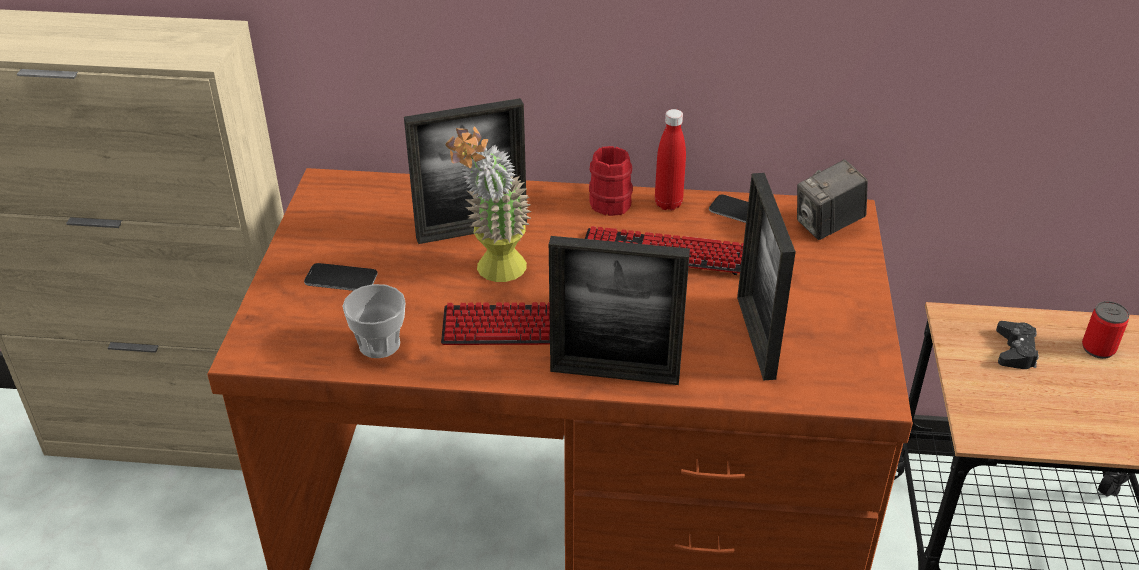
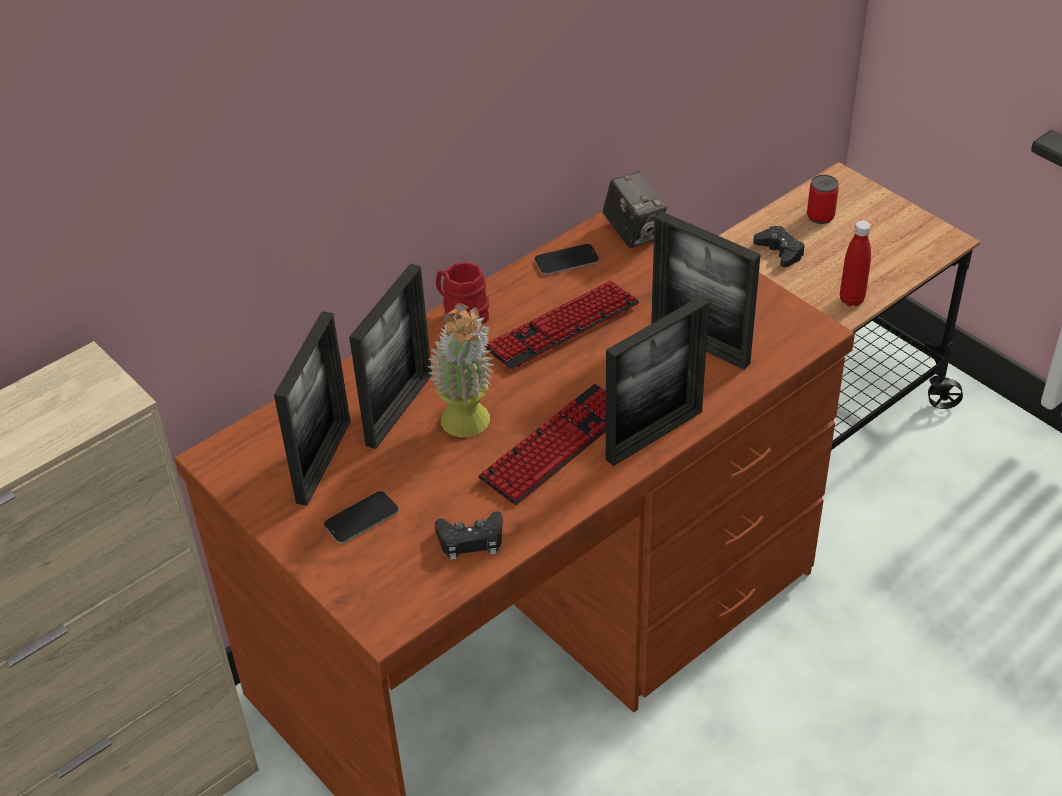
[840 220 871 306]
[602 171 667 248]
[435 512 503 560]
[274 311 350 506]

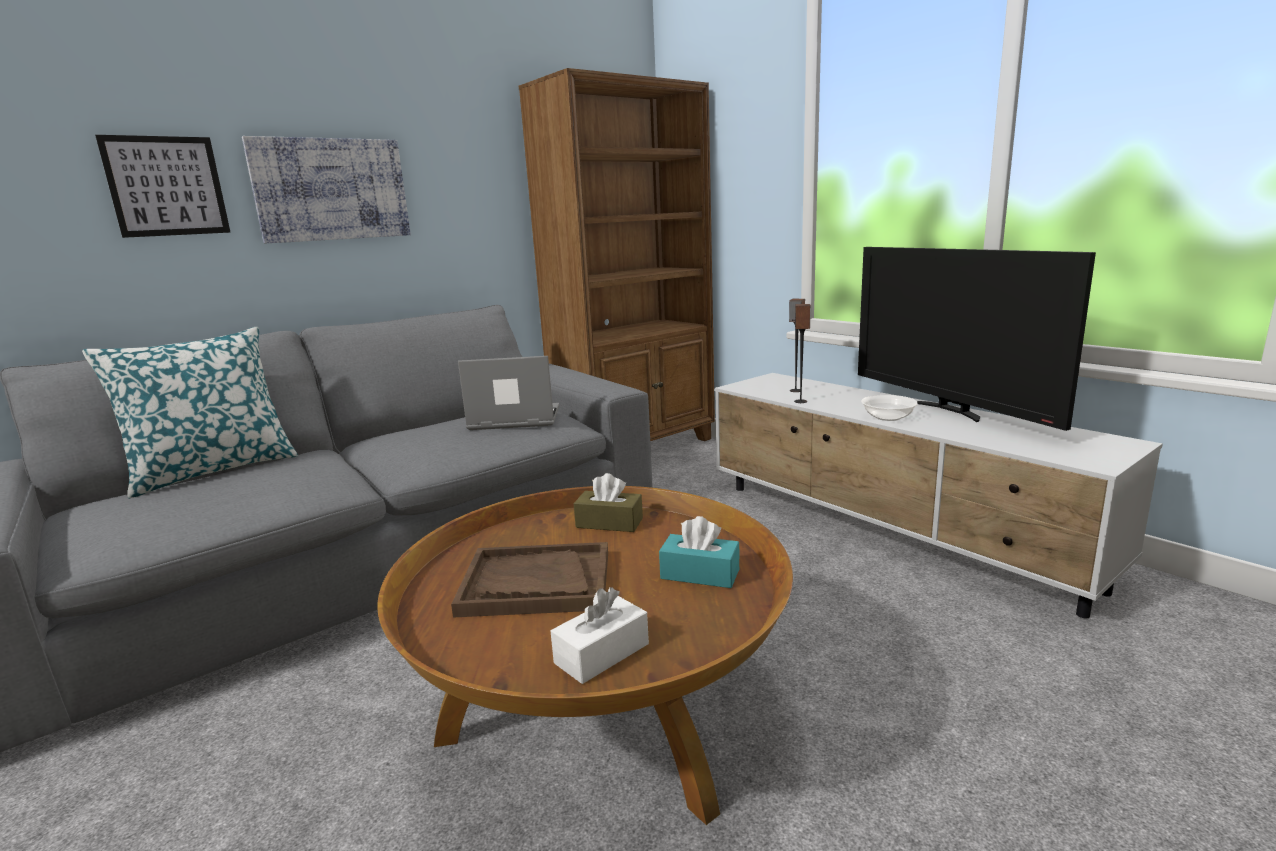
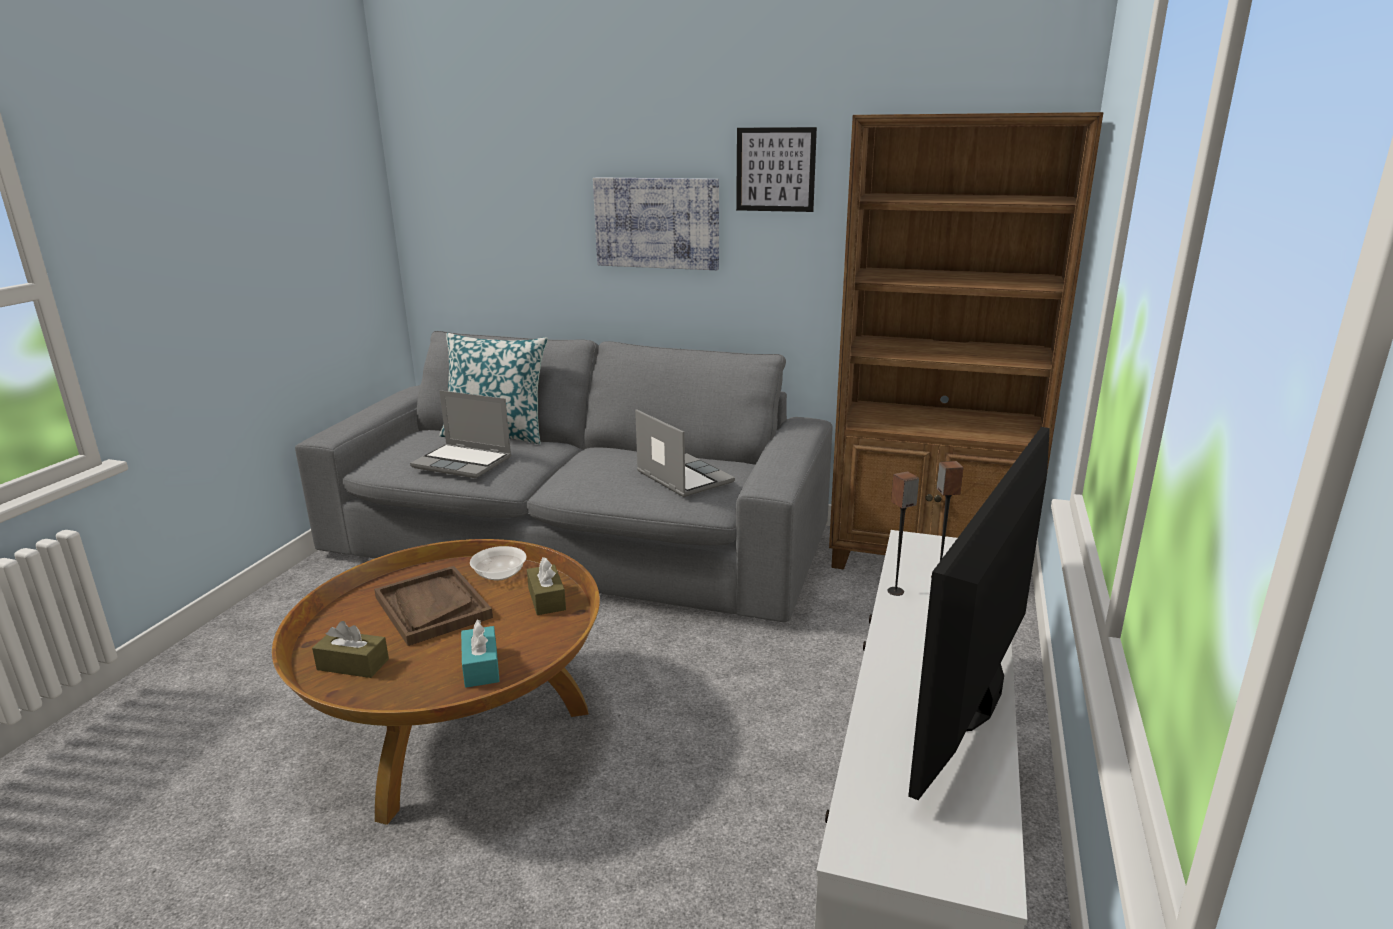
[736 127 817 212]
[470 546 527 581]
[312 621 389 678]
[410 390 512 478]

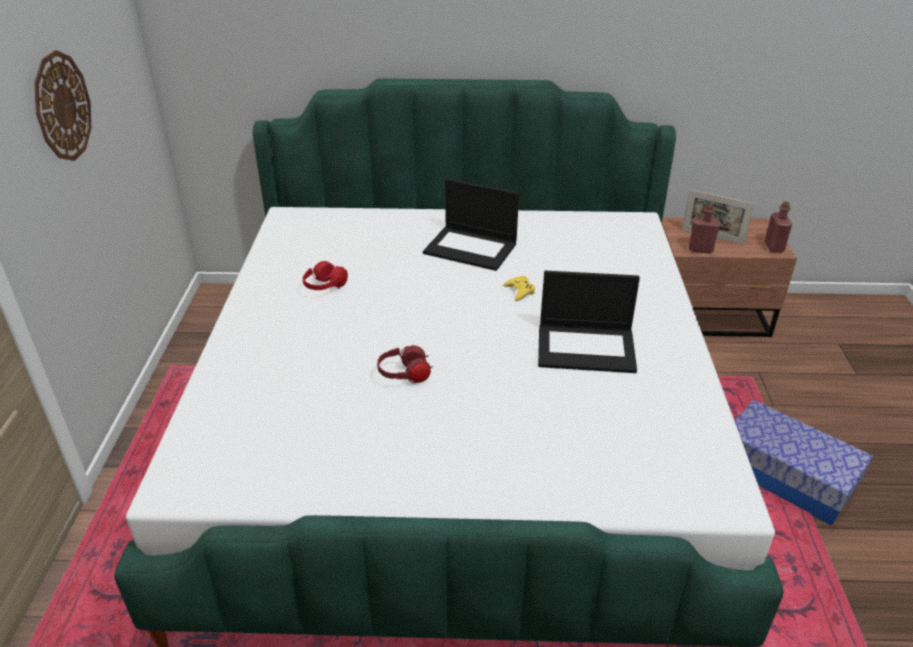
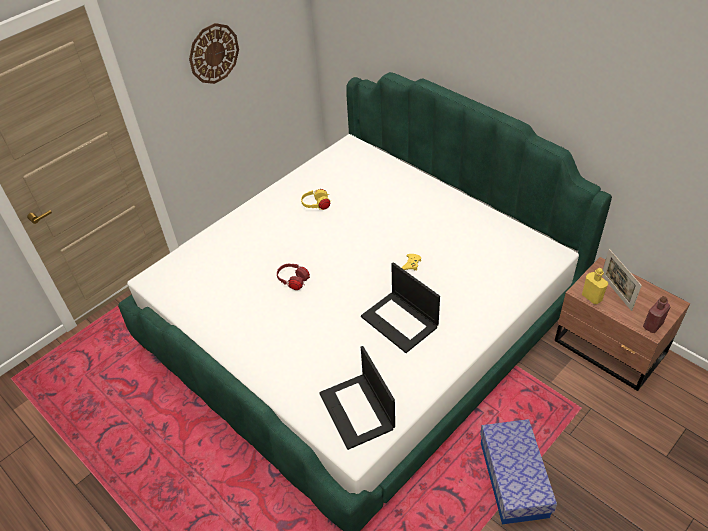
[319 346 395 450]
[582 268 608 304]
[301 189 332 210]

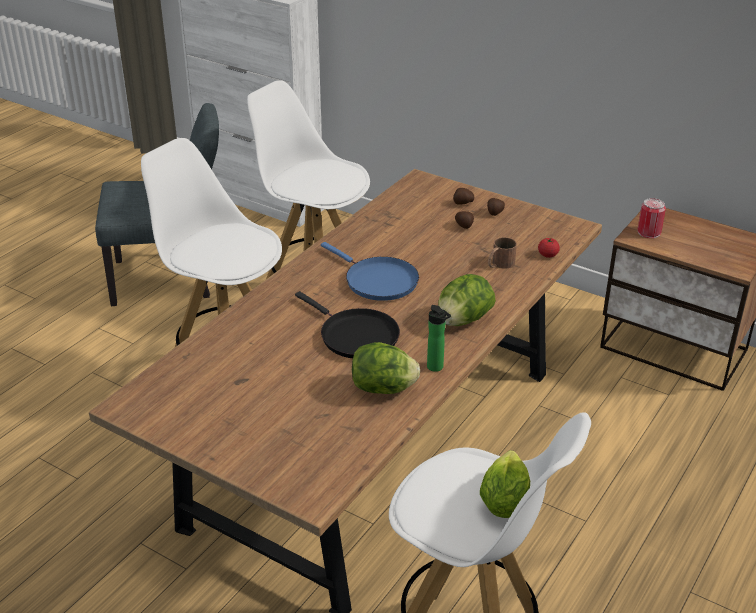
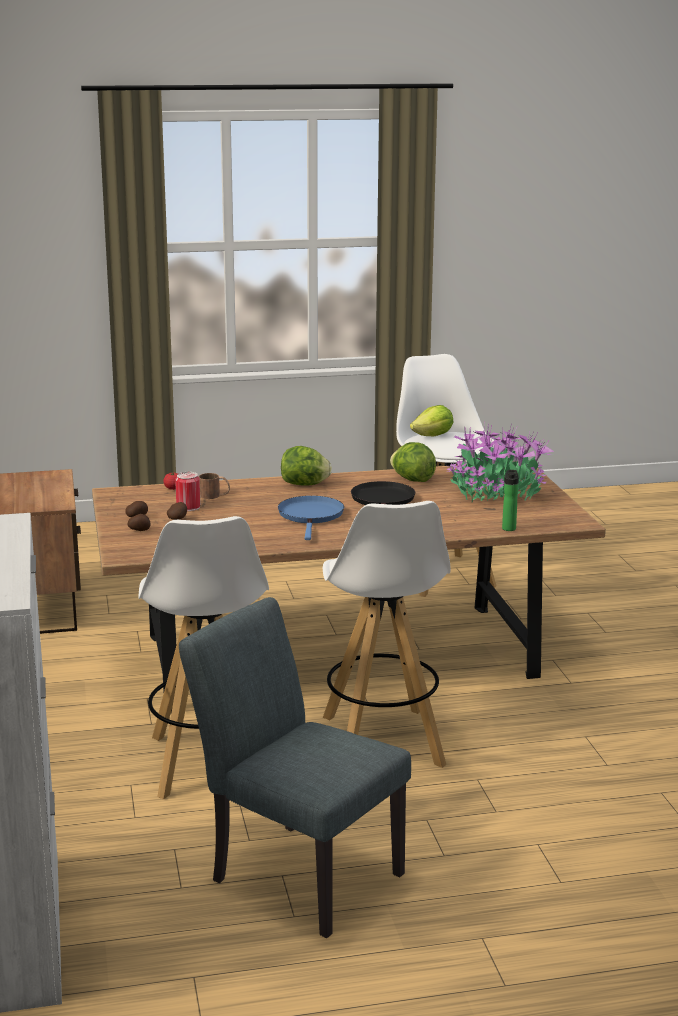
[175 472 200 511]
[502 470 519 531]
[446 423 554 502]

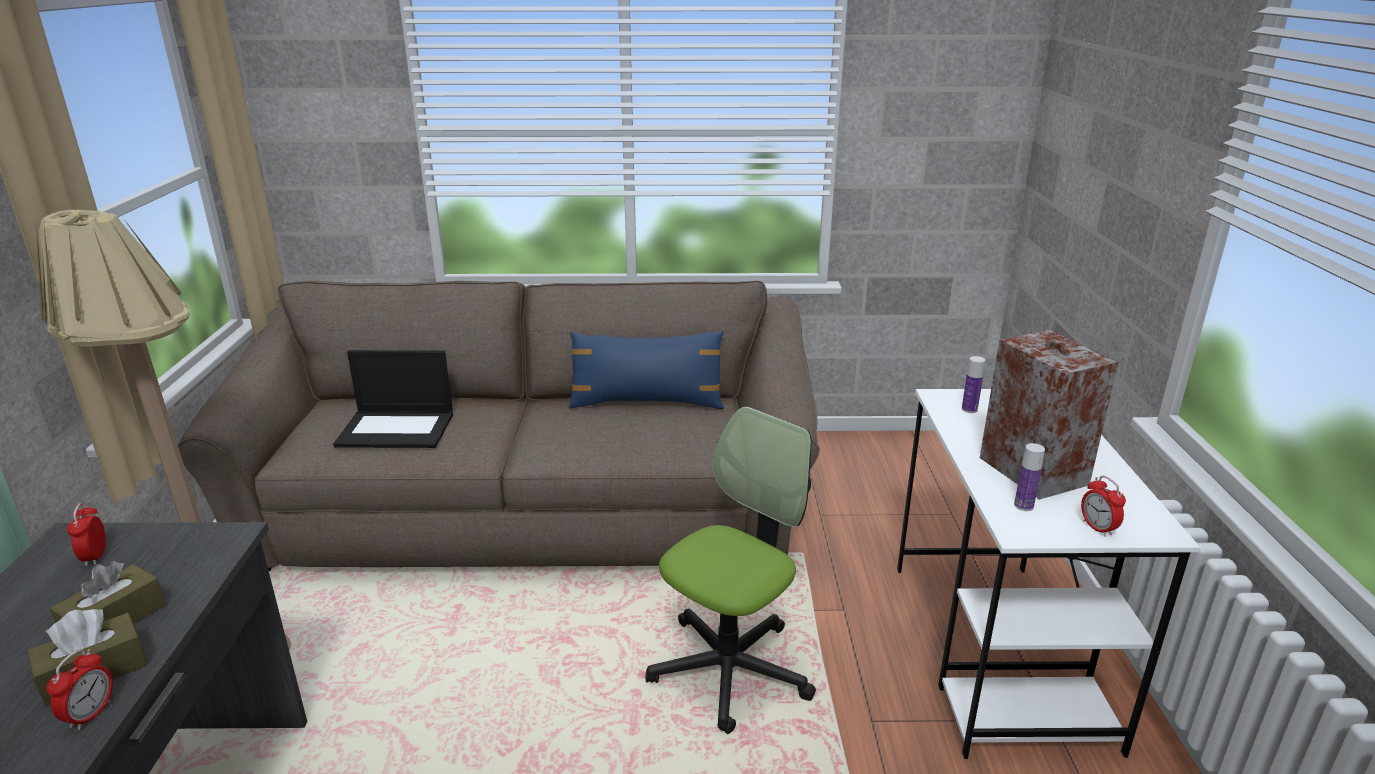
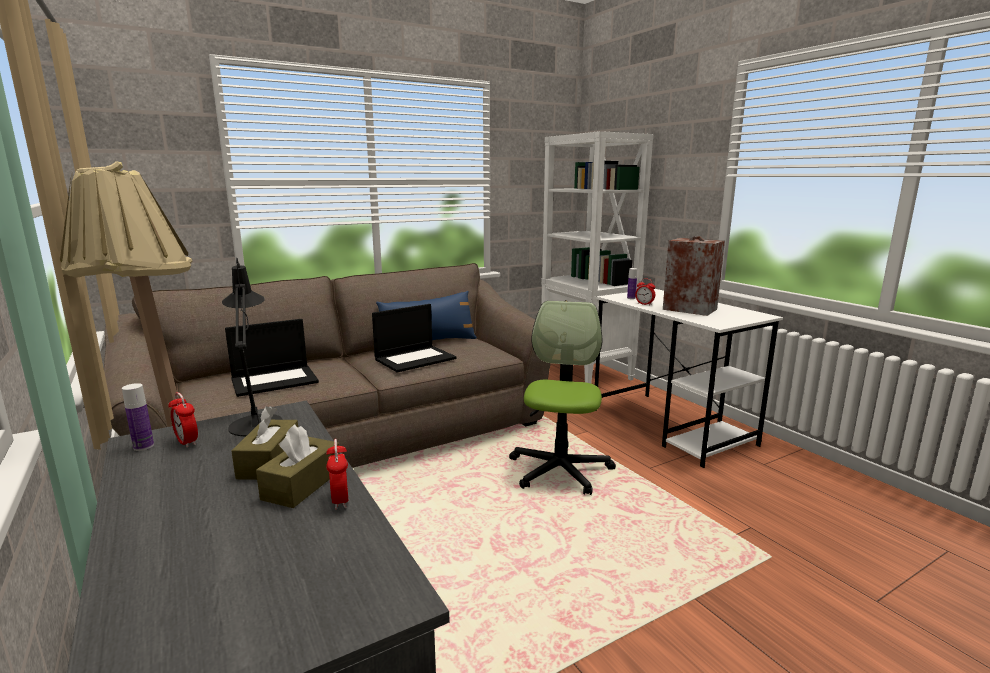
[122 383 154 451]
[635 278 655 305]
[541 131 653 383]
[222 258 283 436]
[372 304 457 373]

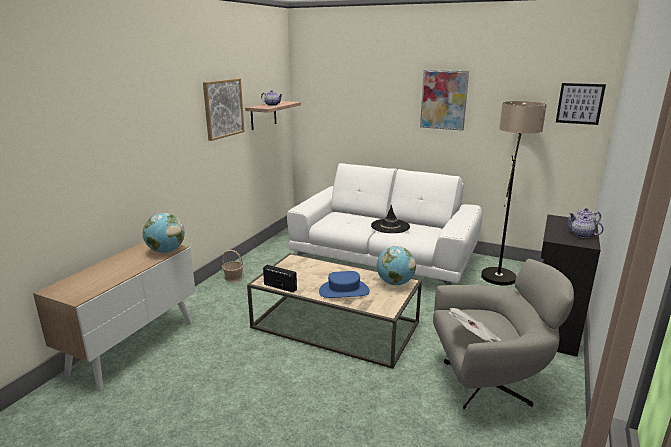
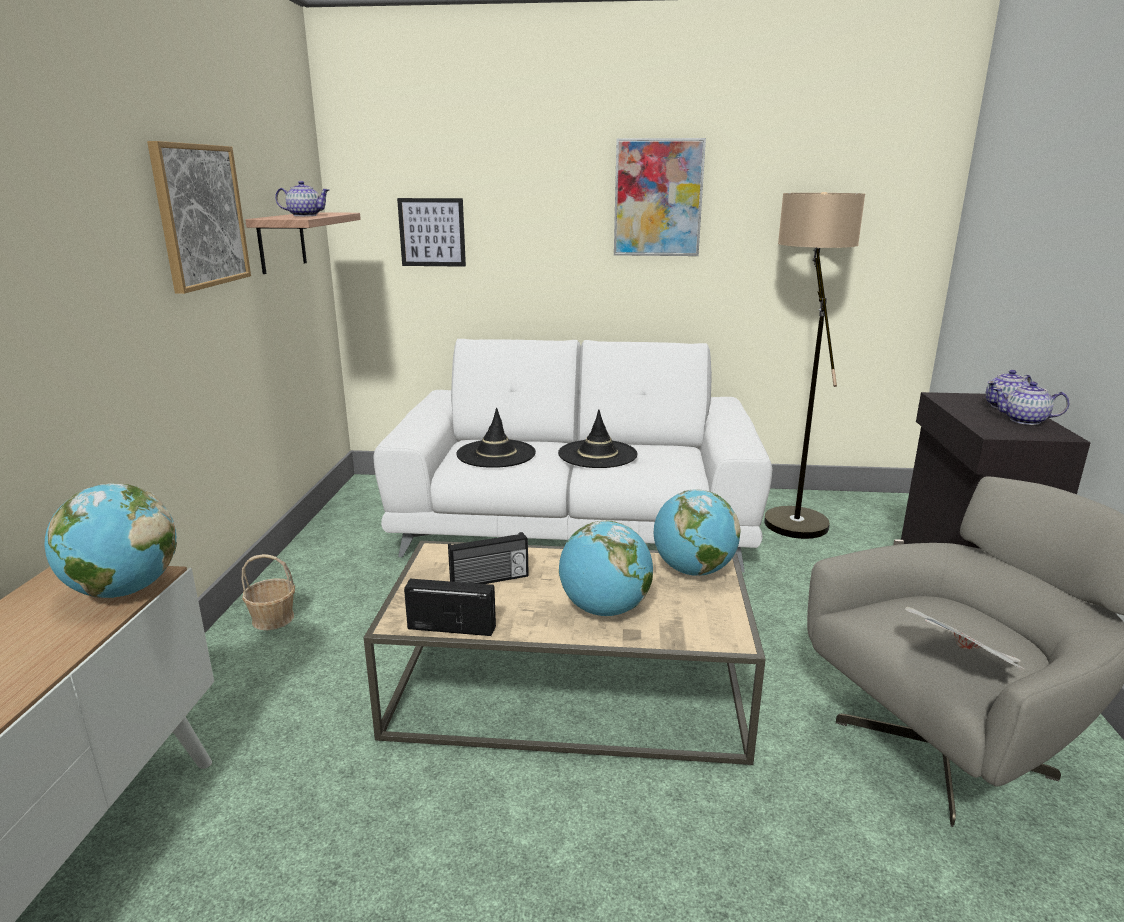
[397 198 466 267]
[559 521 653 616]
[456 407 536 468]
[448 532 529 584]

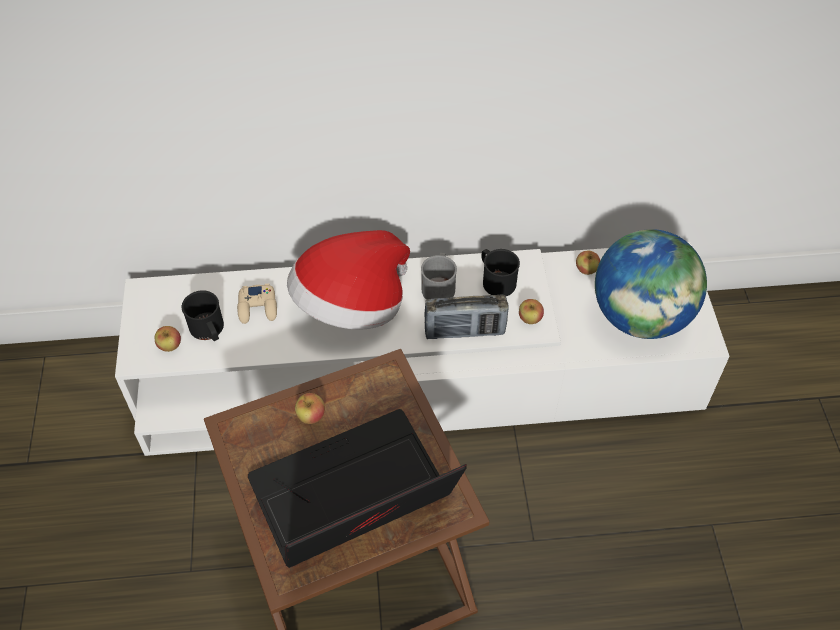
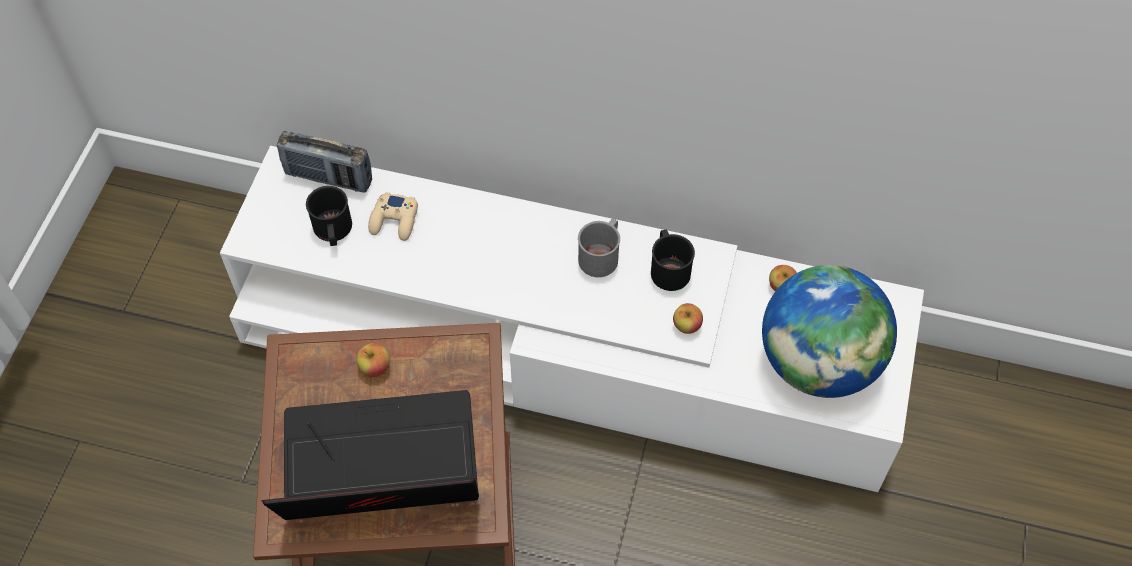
[287 230 410 330] (first image)
[277 131 372 193]
[155 326 181 352] (first image)

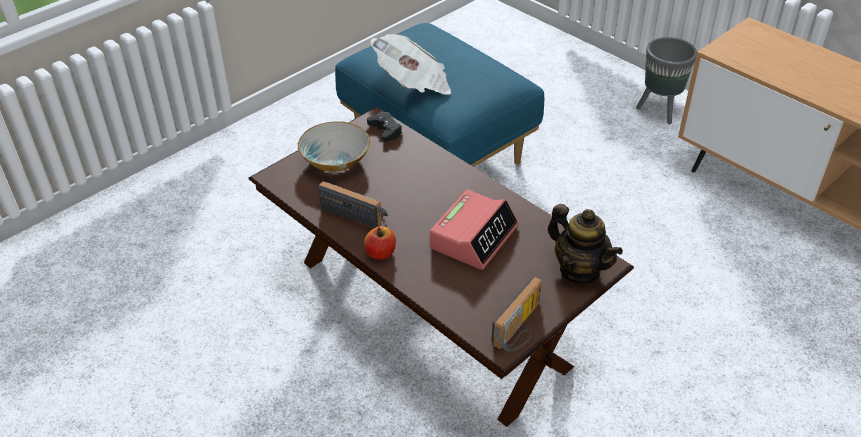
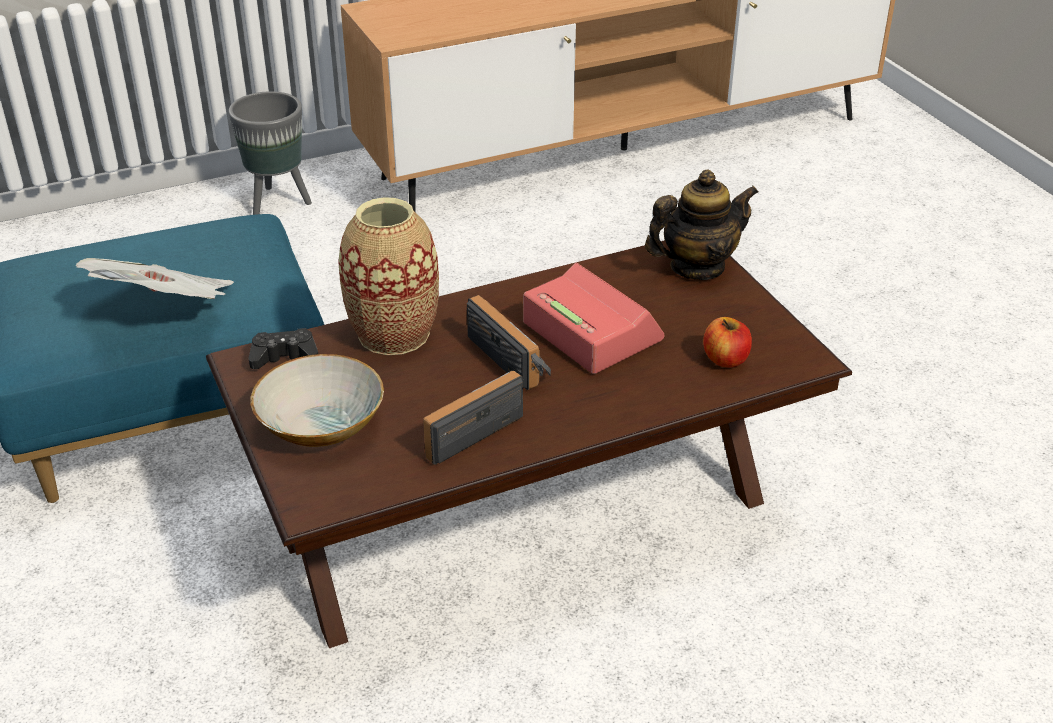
[703 317 752 367]
[467 295 551 390]
[338 197 439 355]

